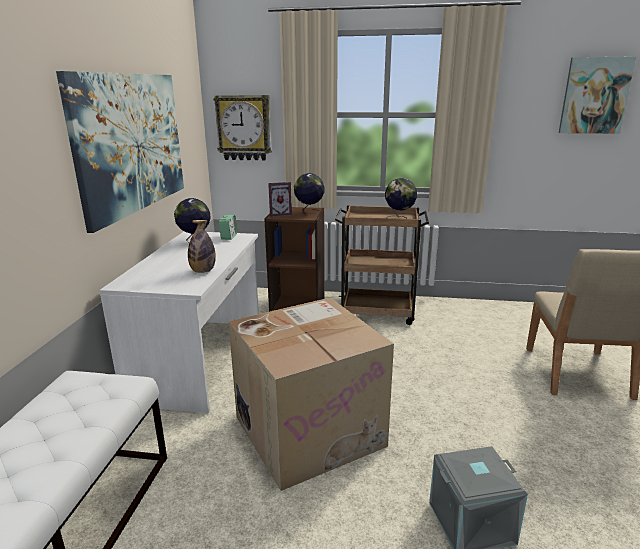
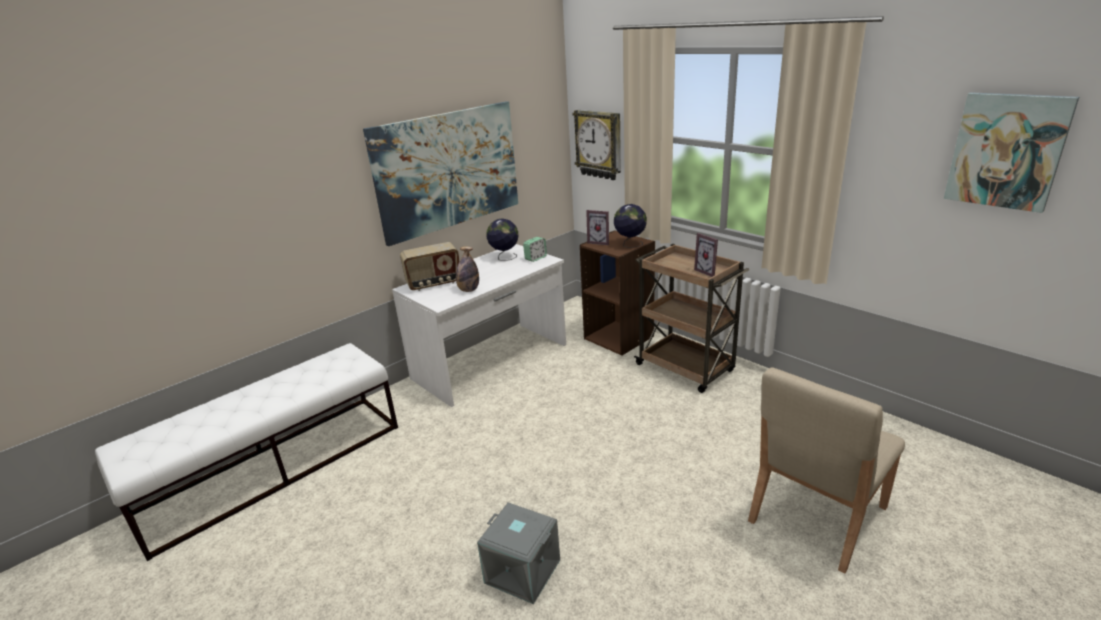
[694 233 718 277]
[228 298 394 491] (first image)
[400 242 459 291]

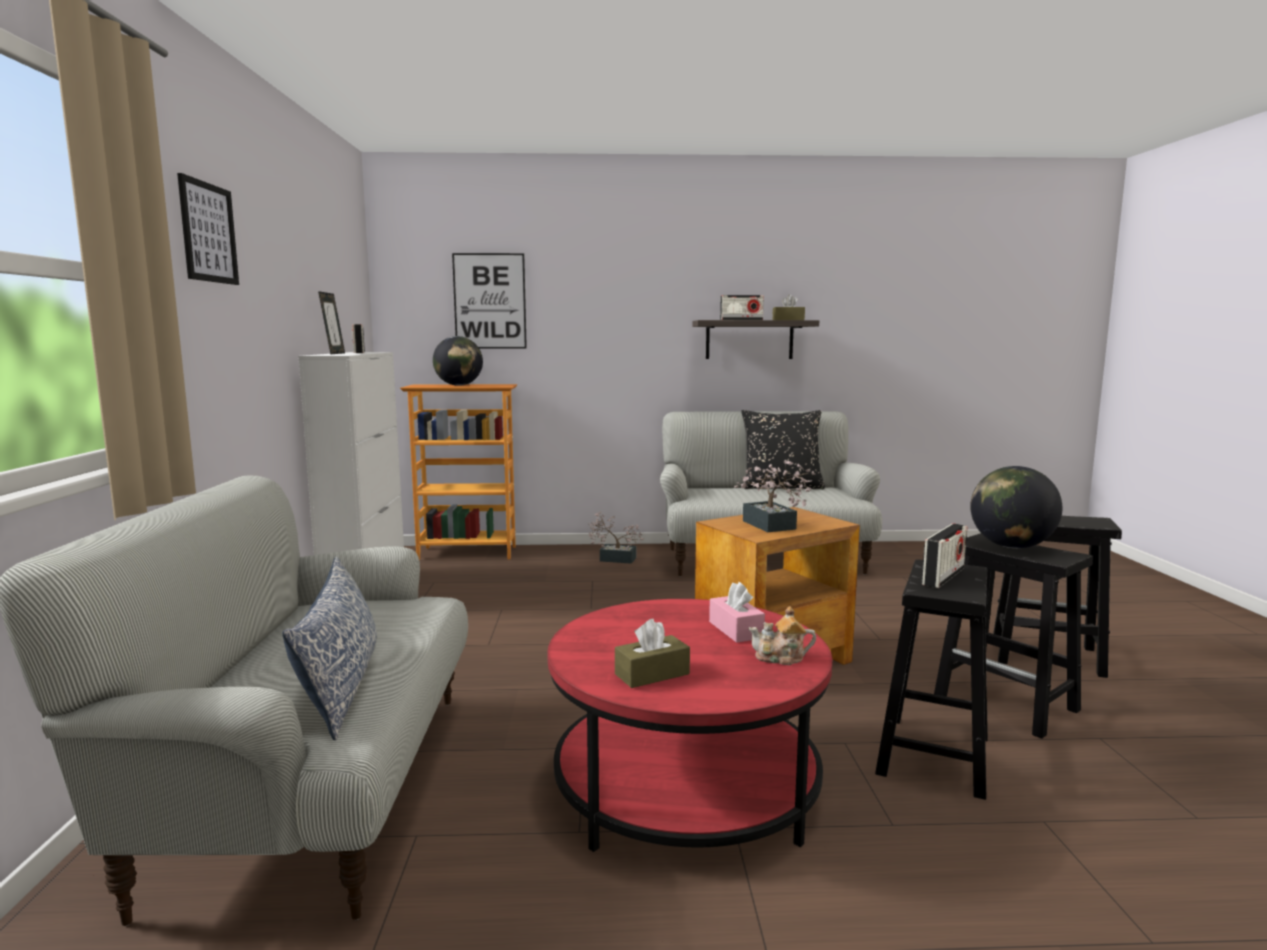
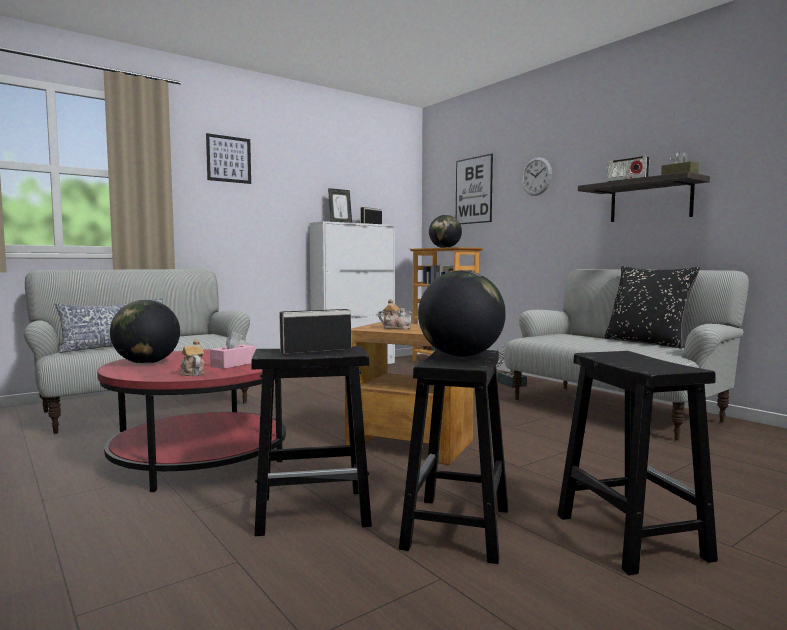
[378 299 413 330]
[279 309 351 354]
[110 300 180 364]
[522 157 552 196]

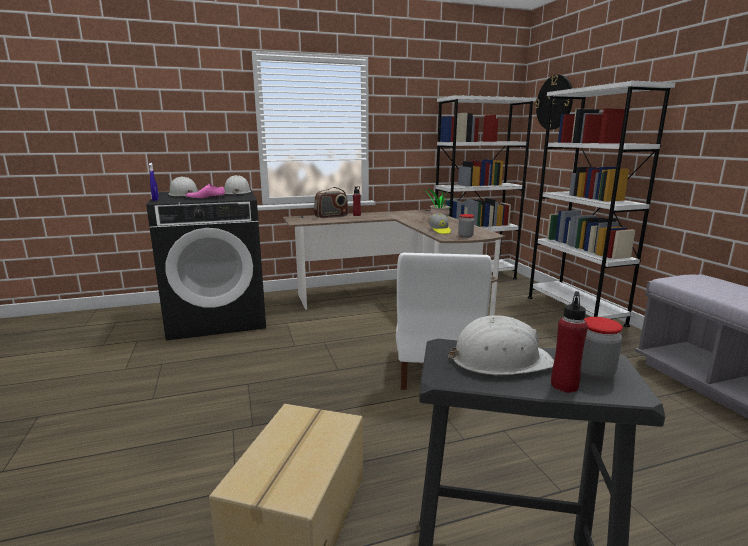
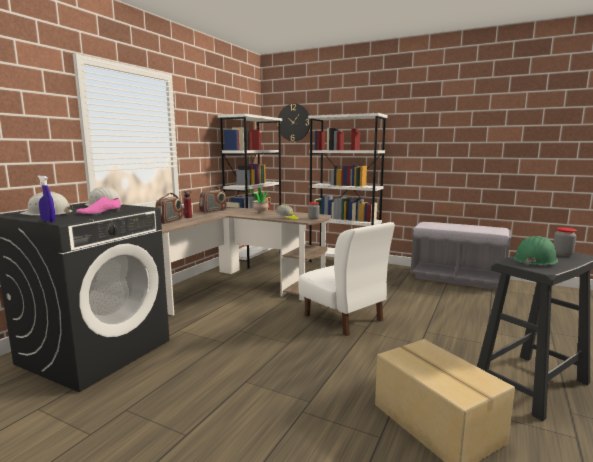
[551 291 588 393] (first image)
[514 236 558 265]
[199 187 227 213]

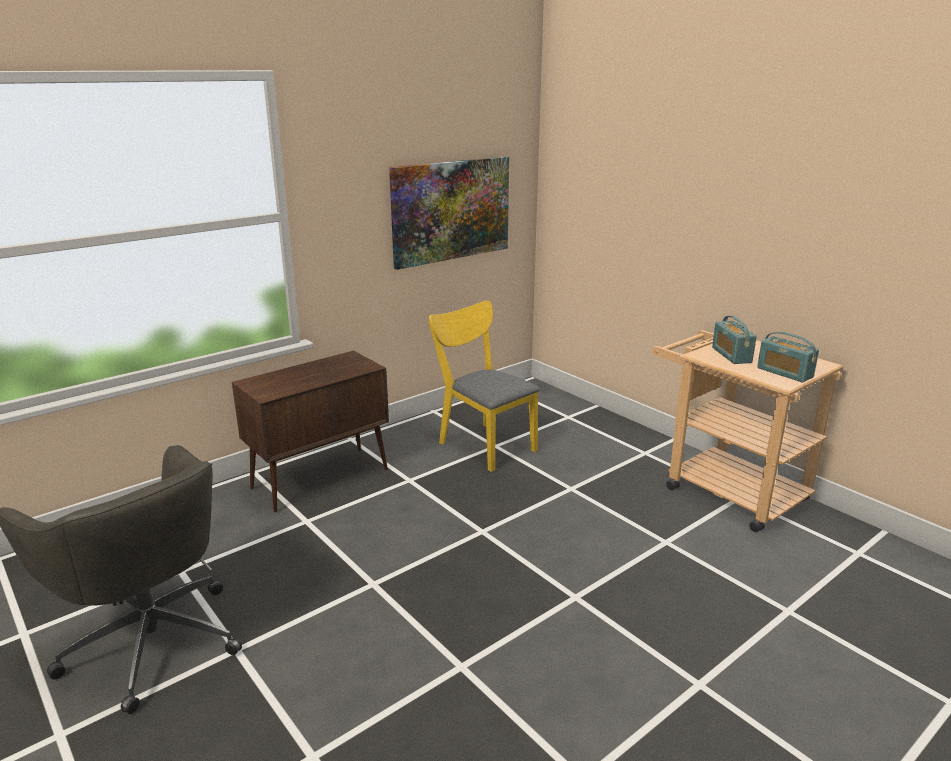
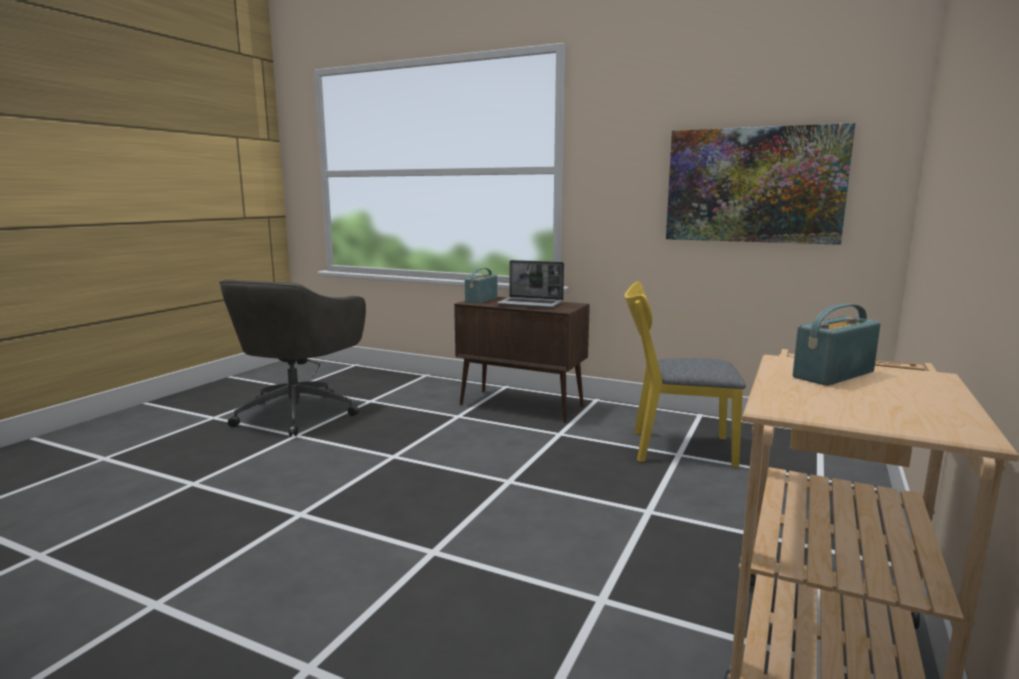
[624 281 746 467]
[465 268 497 304]
[497 260 564 309]

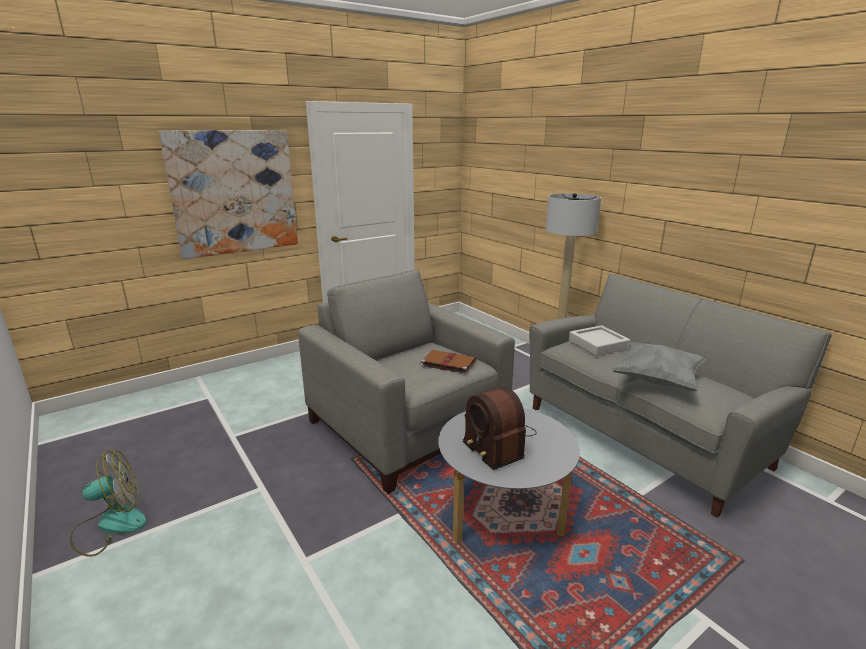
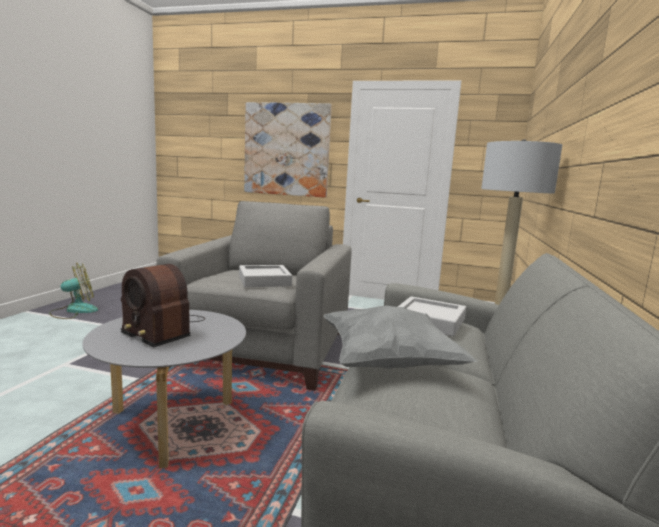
[239 265 292 287]
[121 264 205 347]
[49 263 98 319]

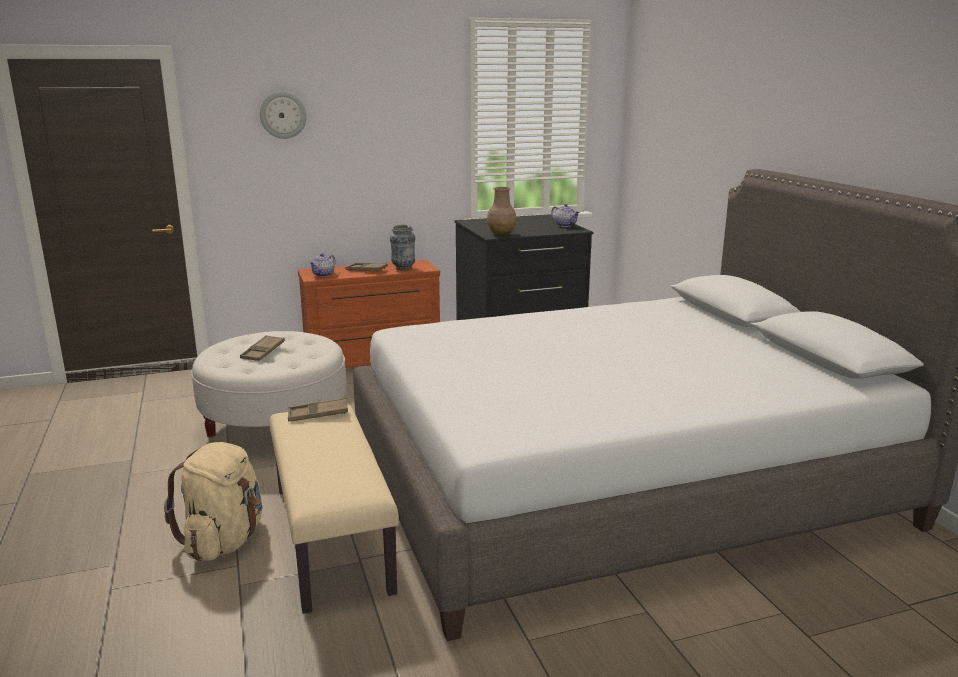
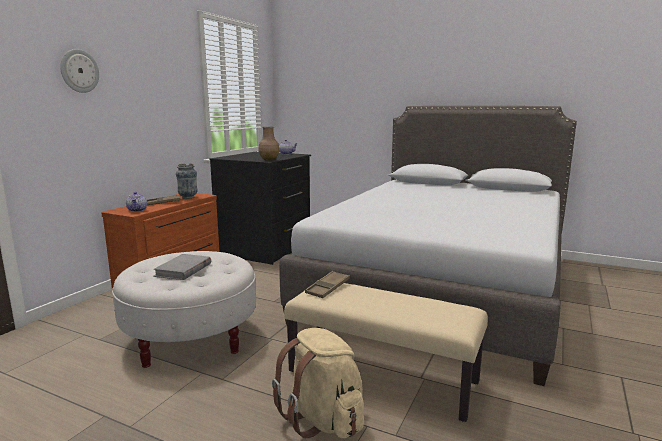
[153 254 211 280]

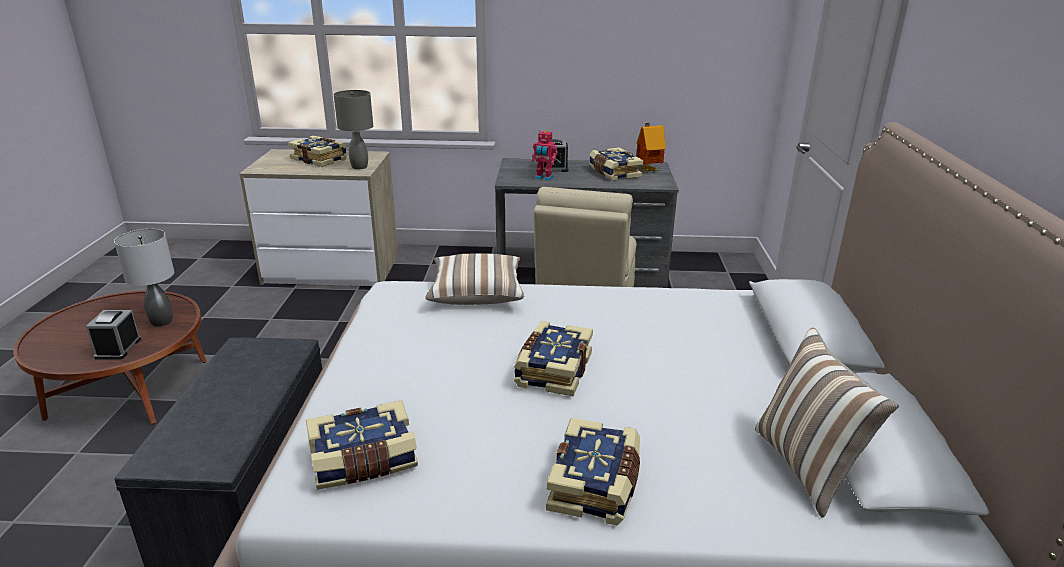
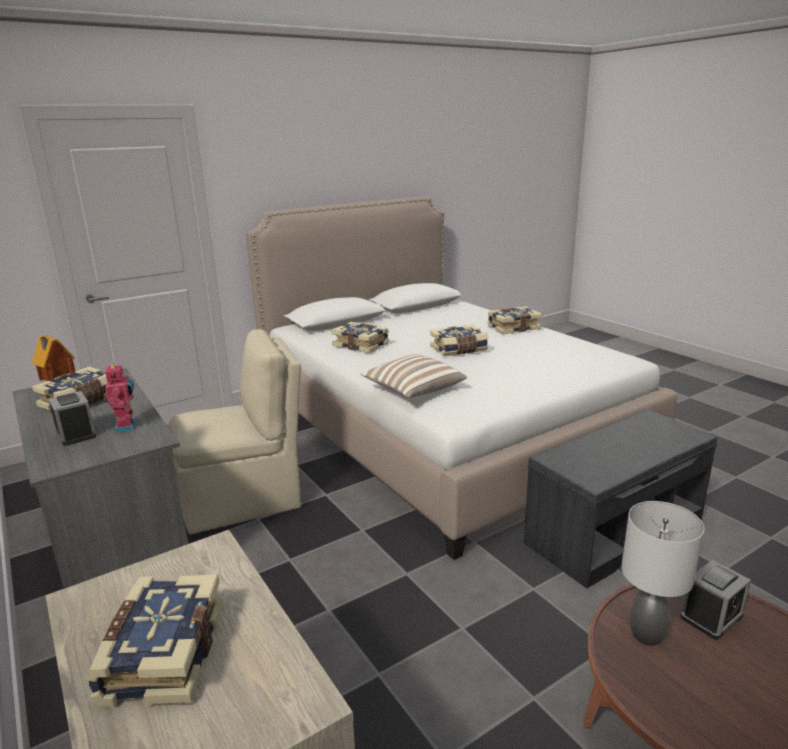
[334 90 373 169] (first image)
[755 328 899 518] (first image)
[331 322 389 353]

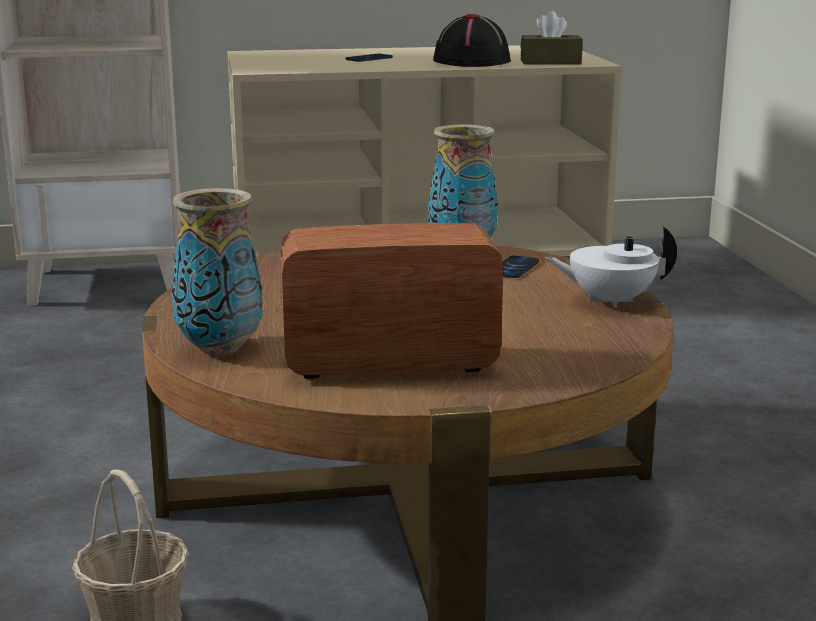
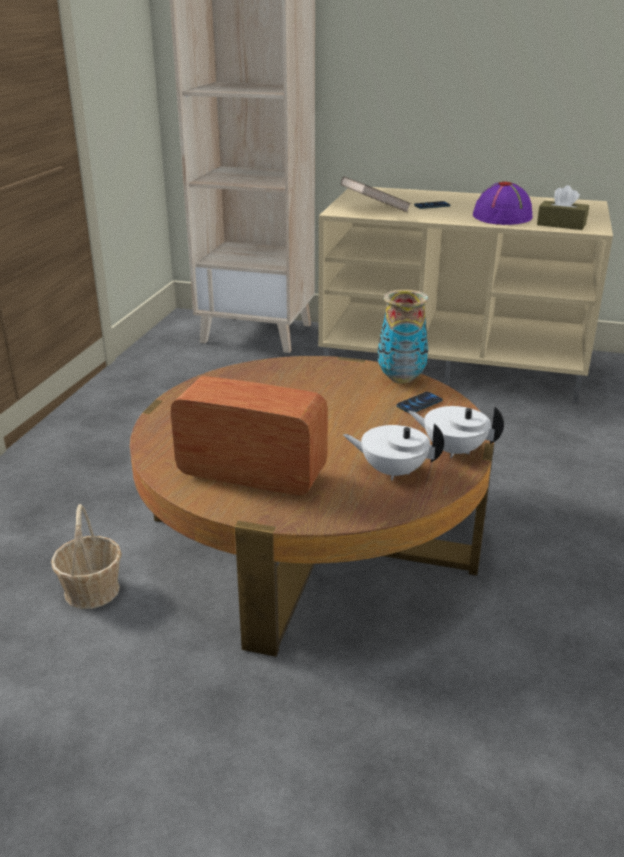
[473 181 532 225]
[172 188 263 355] (first image)
[340 176 411 212]
[343 423 444 480]

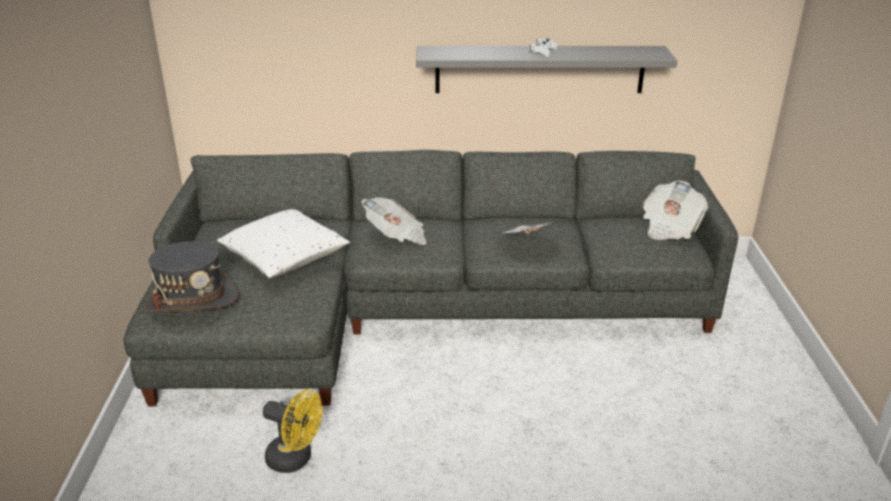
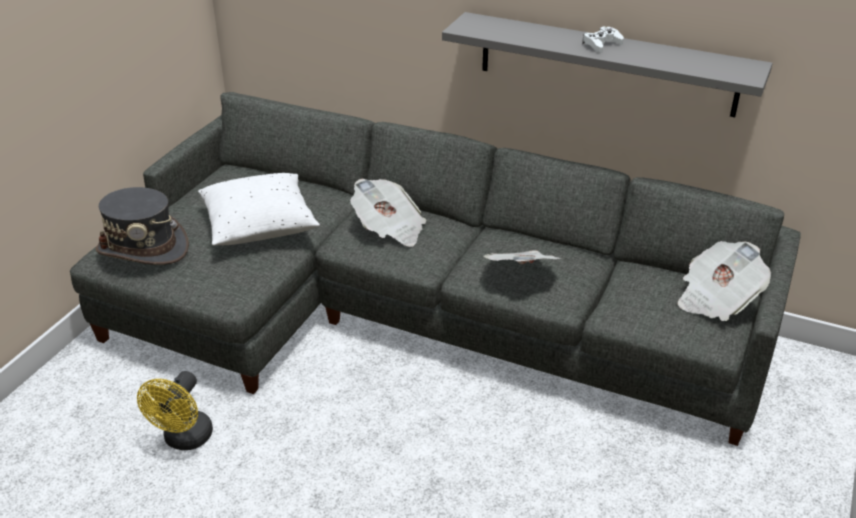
[137 371 213 450]

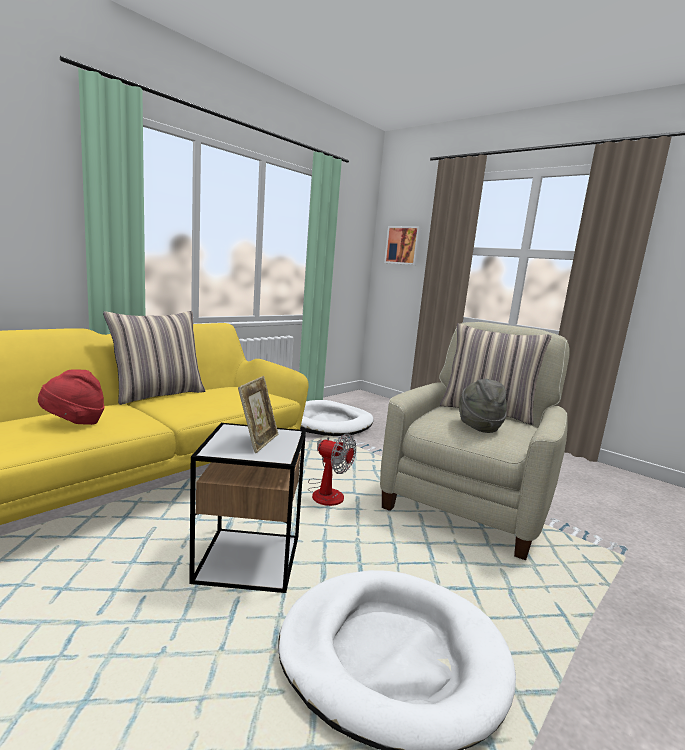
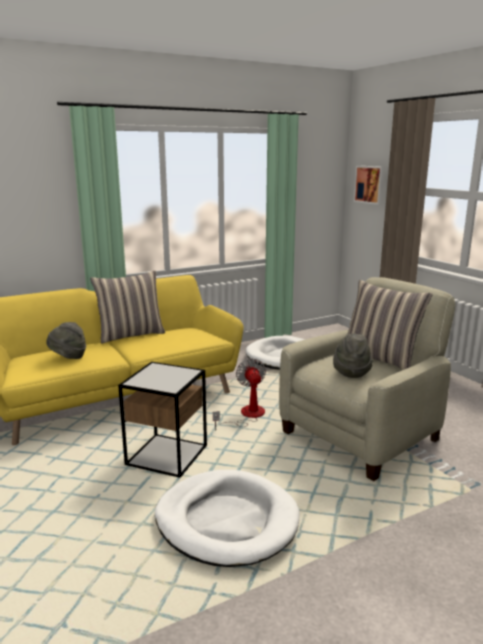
[46 322 86 359]
[238 376 278 453] (first image)
[213 358 266 431]

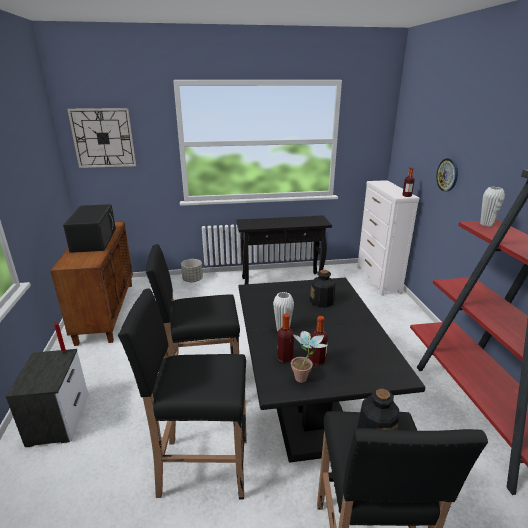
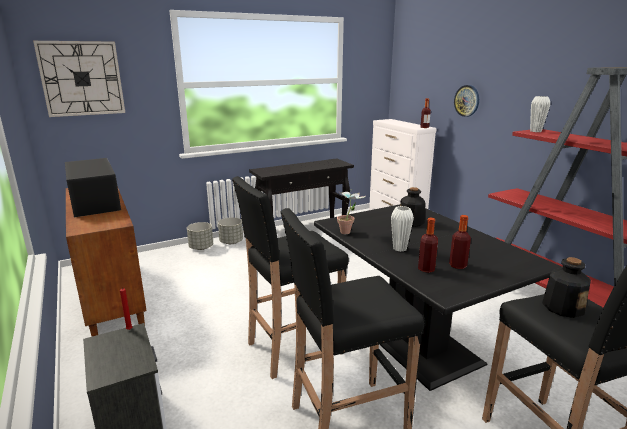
[337 190 366 234]
[218 217 243 244]

